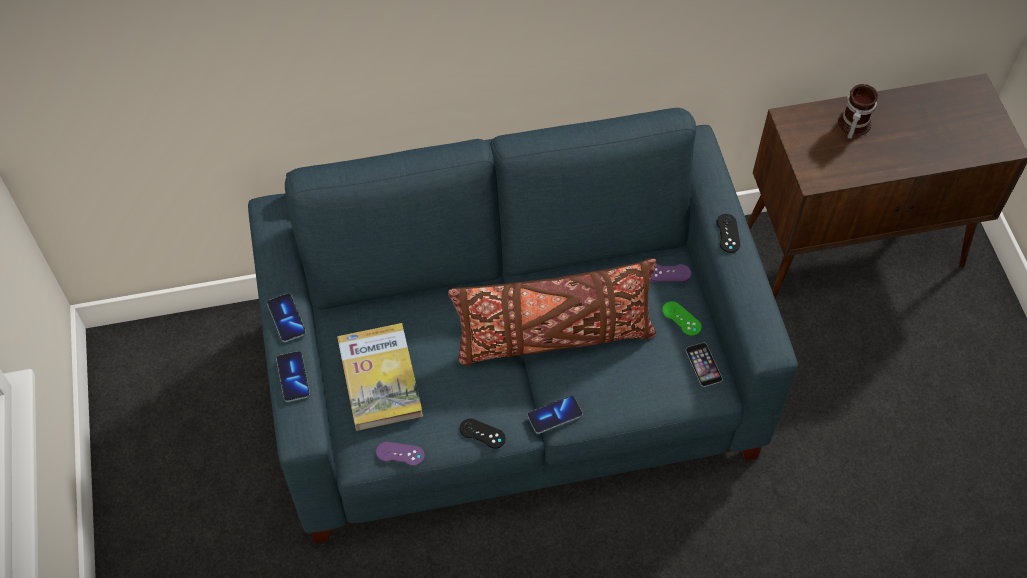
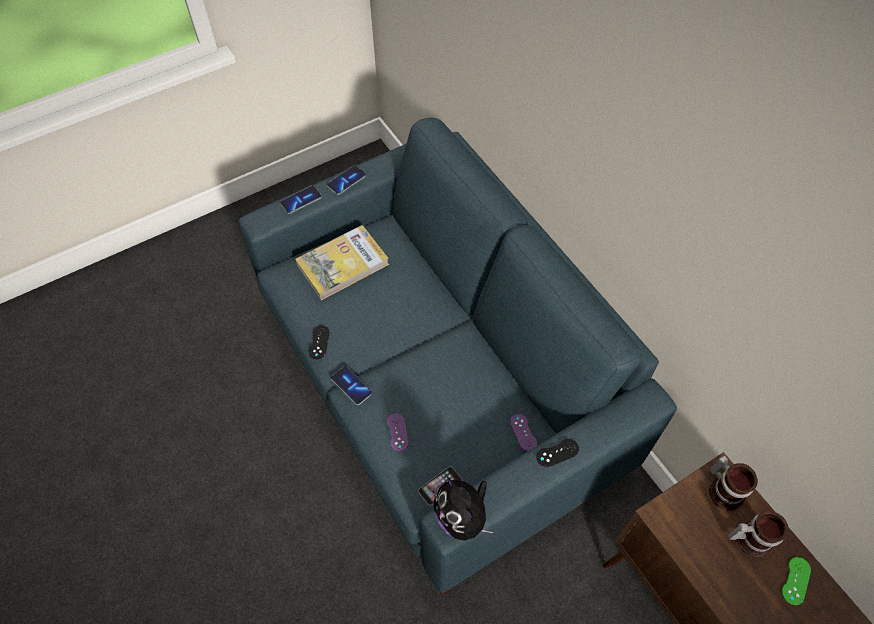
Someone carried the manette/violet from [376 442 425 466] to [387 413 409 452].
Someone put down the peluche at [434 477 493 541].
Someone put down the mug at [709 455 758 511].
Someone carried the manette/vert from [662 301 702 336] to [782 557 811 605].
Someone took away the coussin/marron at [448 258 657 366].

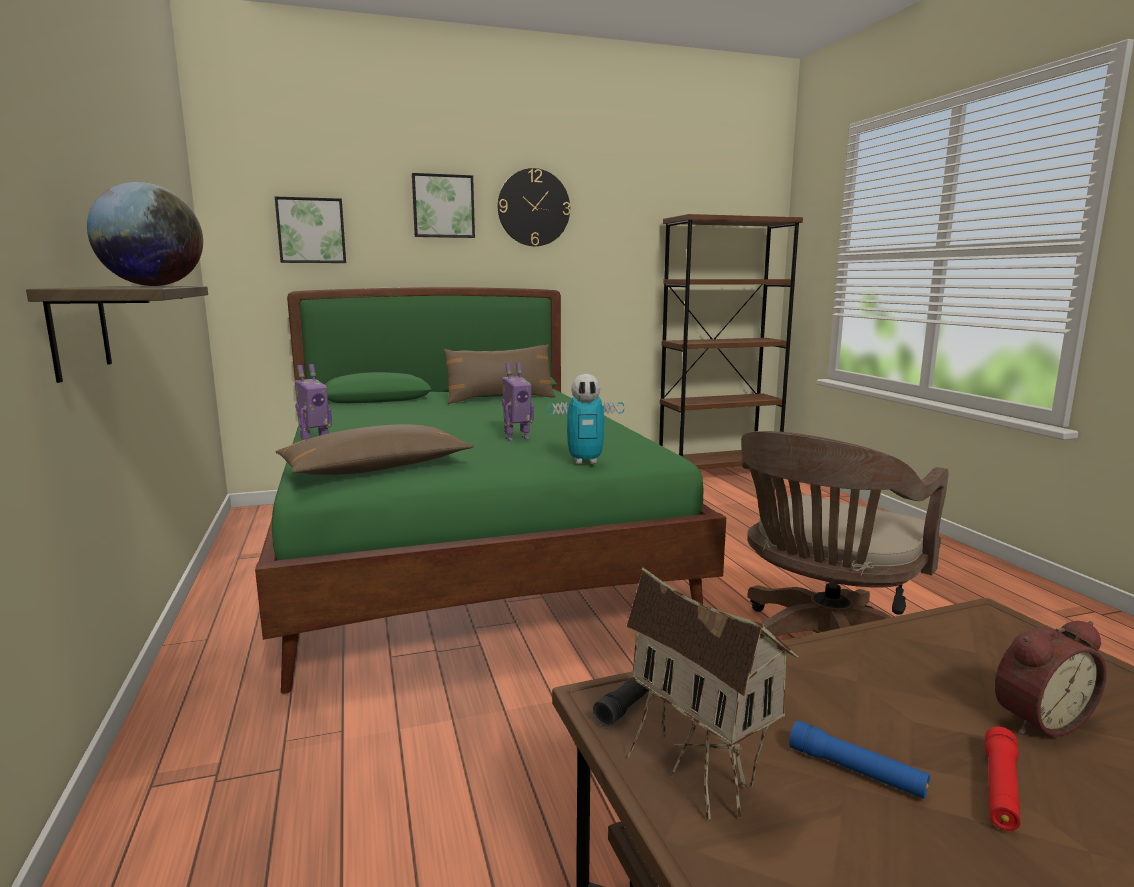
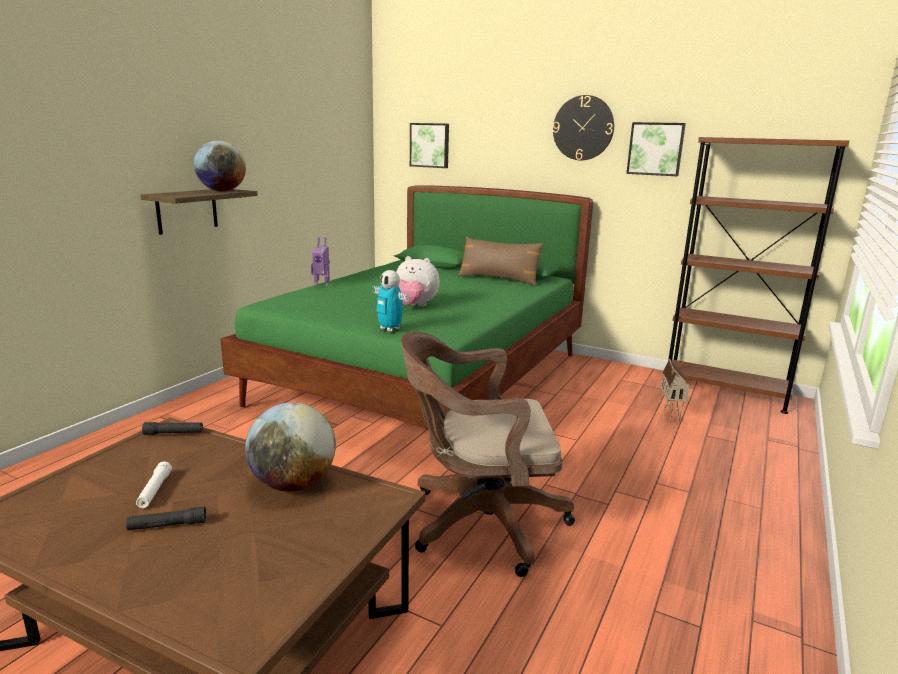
Someone repainted the lampe de poche/rouge at [985 727 1021 831], which became the lampe de poche/noir at [126 506 206 530].
Someone repainted the lampe de poche/bleu at [789 720 930 799], which became the lampe de poche/blanc at [136 461 172 508].
Someone put down the globe at [245 402 336 491].
Someone swapped the robot jouet at [502 362 534 441] for the peluche at [396 256 440 307].
Someone carried the tableau from [412 173 475 238] to [626 122 686 176].
Someone carried the maison miniature from [627 567 799 820] to [657 358 692 423].
Someone took away the coussin/marron at [275 424 474 475].
Someone took away the réveil at [995 621 1107 737].

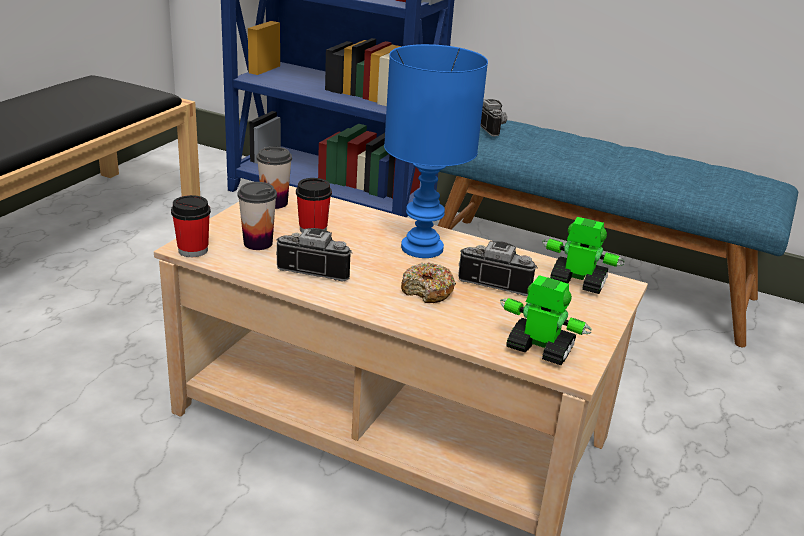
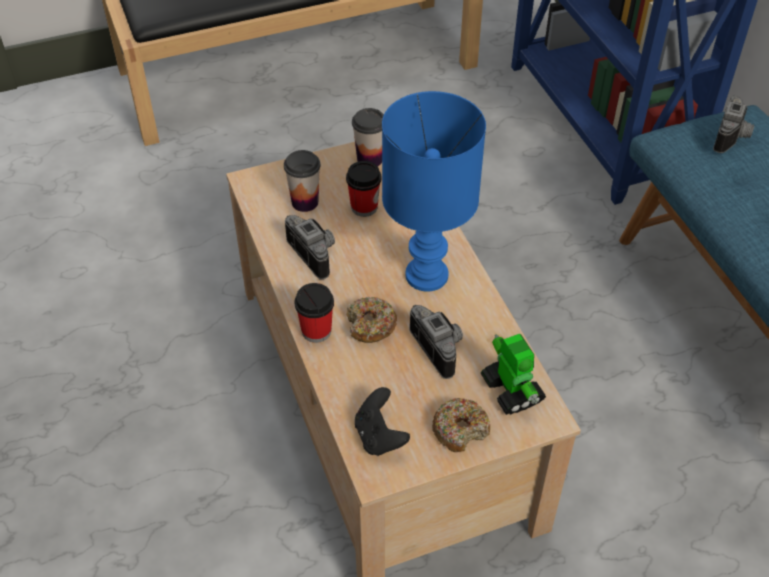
Someone carried the tasse from [171 195 211 257] to [294 283 334 343].
Someone swapped the robot jouet at [500 275 592 365] for the manette/noir at [355 387 410 456].
Someone put down the beignet at [432 398 490 452].

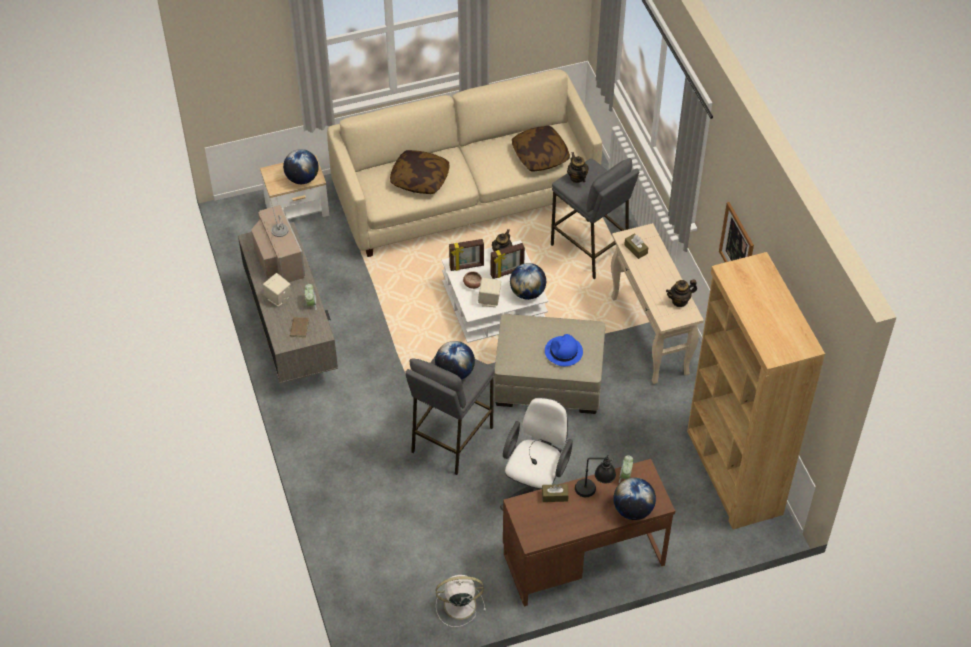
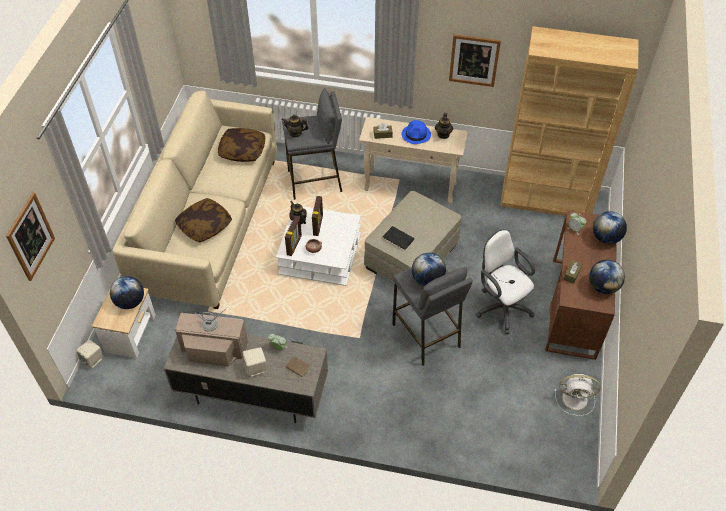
Someone put up the tableau at [6 192 55 281].
Someone carried the enceinte/beige from [478 278 501 307] to [76 340 103 368].
Someone put down the livre/noir at [383 226 414 250].
Someone carried the chapeau/bleu from [545 334 583 366] to [402 120 431 144].
Someone rotated the ventilateur/blanc at [436 575 486 627] by 105 degrees counterclockwise.
Someone carried the globe from [510 263 546 300] to [589 260 625 294].
Someone took away the lampe de table/noir at [575 455 616 497].

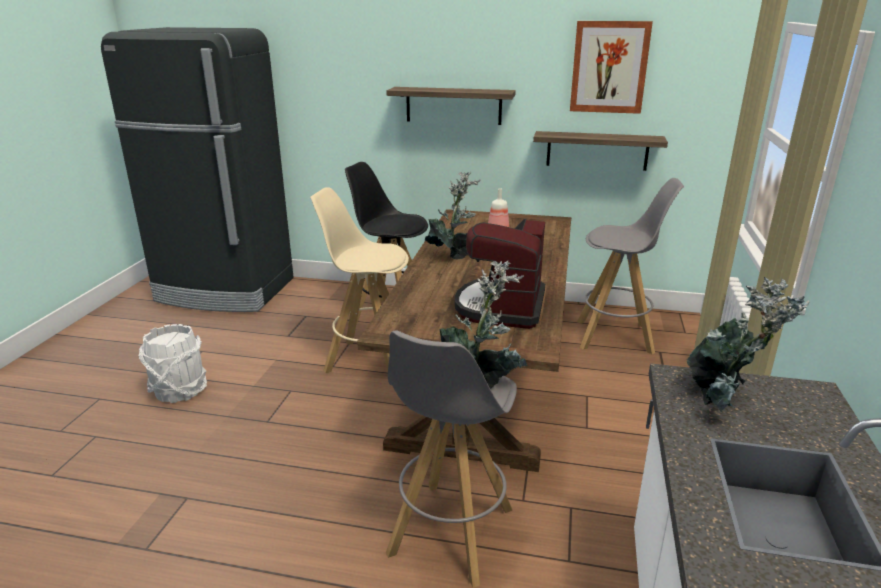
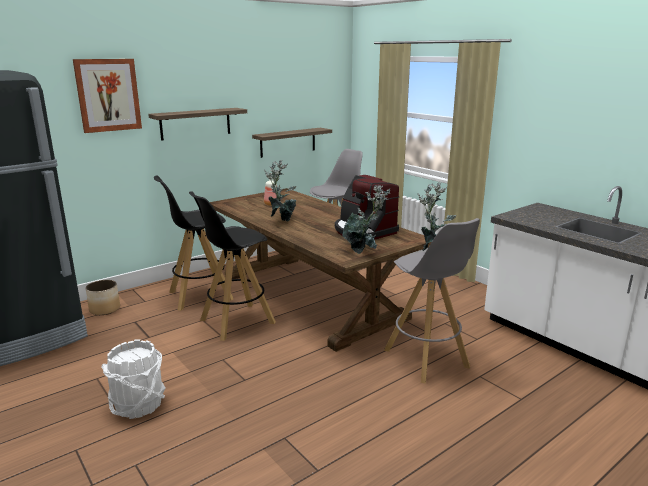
Someone carried the tableau from [570 21 653 114] to [73 59 142 133].
Someone put down the cache-pot at [85 280 120 315].
Someone repainted the tabouret/beige at [310 187 409 373], which became the tabouret/noir at [189 191 276 341].
Someone carried the plante en pot from [687 277 809 412] to [342 185 390 254].

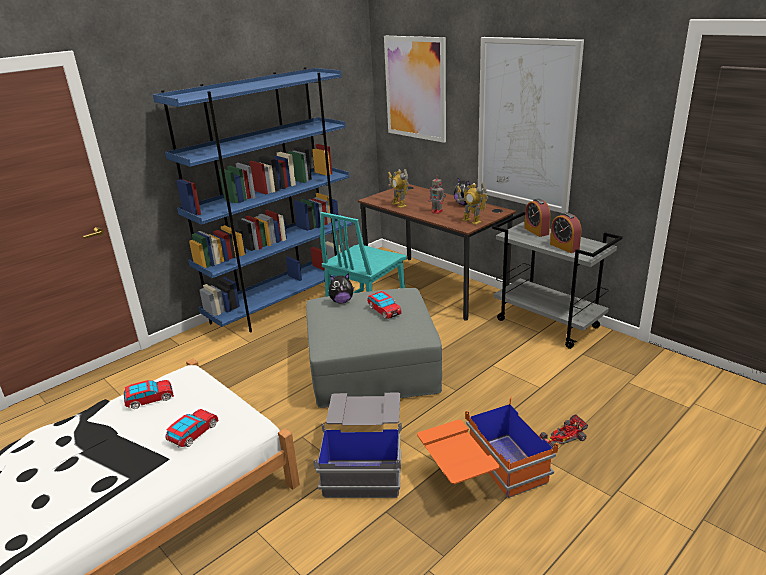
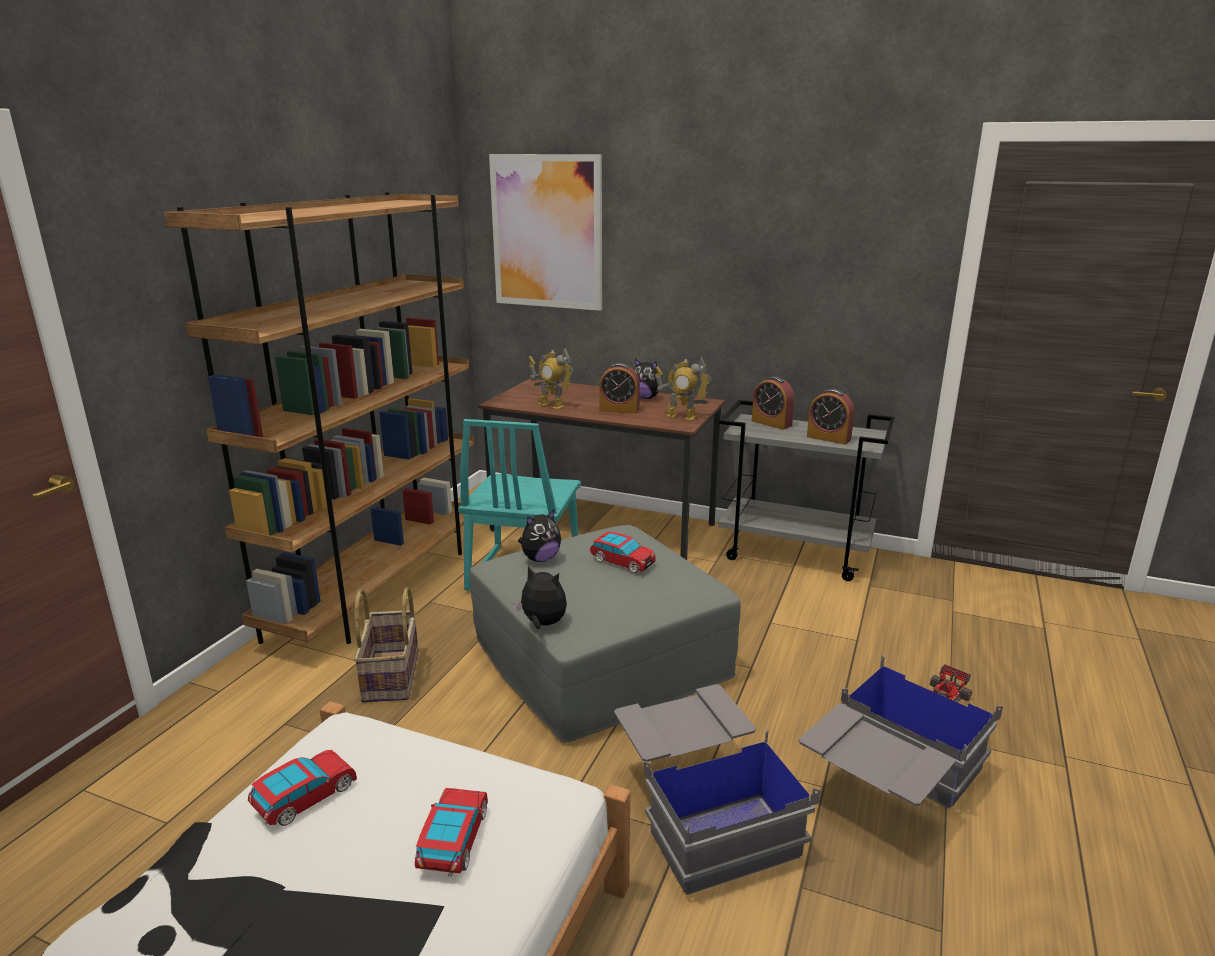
Someone repainted the bibliothèque/bleu at [153 67 353 332], which became the bibliothèque/marron at [164 192 474 644].
Someone put down the panier at [354 587 418 702].
Someone put down the peluche at [513 566 567 629].
Someone swapped the robot jouet at [428 175 446 214] for the réveil at [599 363 640 414].
Someone repainted the boîte de rangement/orange at [417 397 558 498], which became the boîte de rangement/gris at [799 654 1003 809].
Someone took away the tableau at [478 37 584 213].

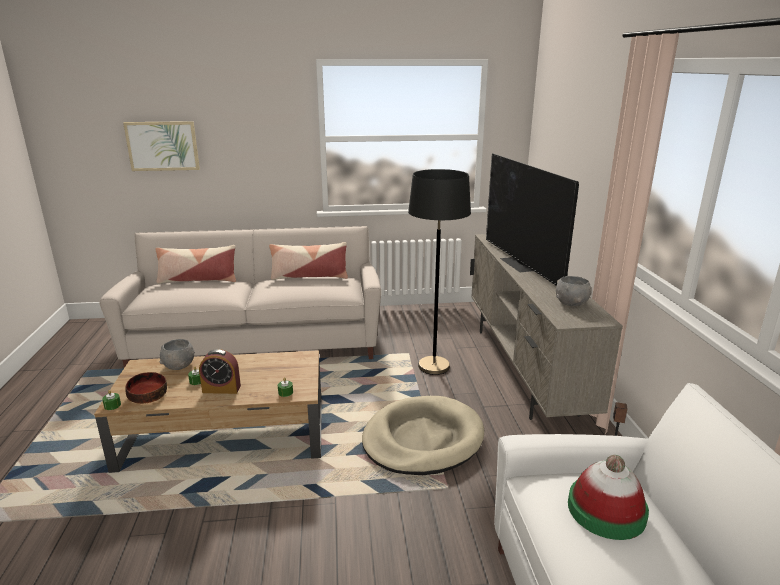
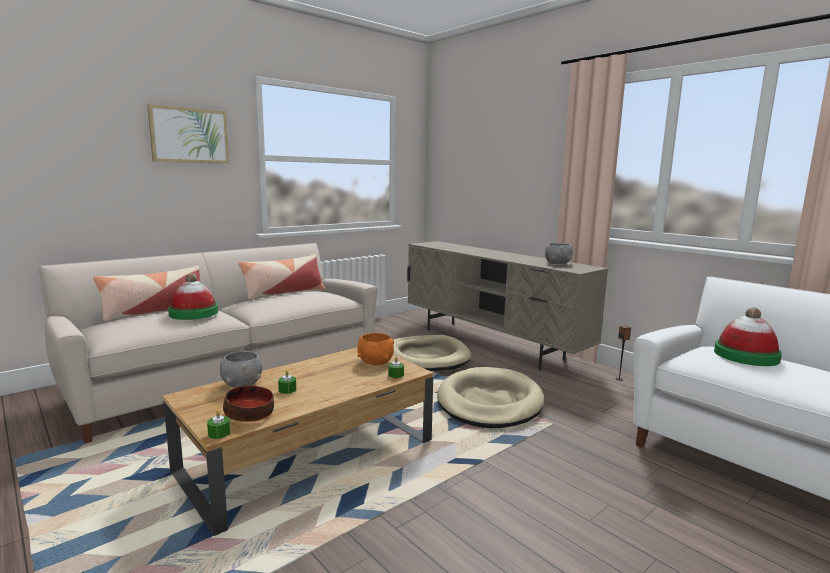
Someone carried the tableau from [123 121 200 171] to [147 104 229 164].
Someone put down the chapeau at [168 274 218 320].
Someone put down the bol/orange at [357 333 394 365].
Someone swapped the lampadaire/noir at [408 169 471 375] for the panier pour chien/beige at [393 335 471 371].
Someone took away the réveil at [199 349 241 394].
Someone took away the téléviseur at [486 153 579 286].

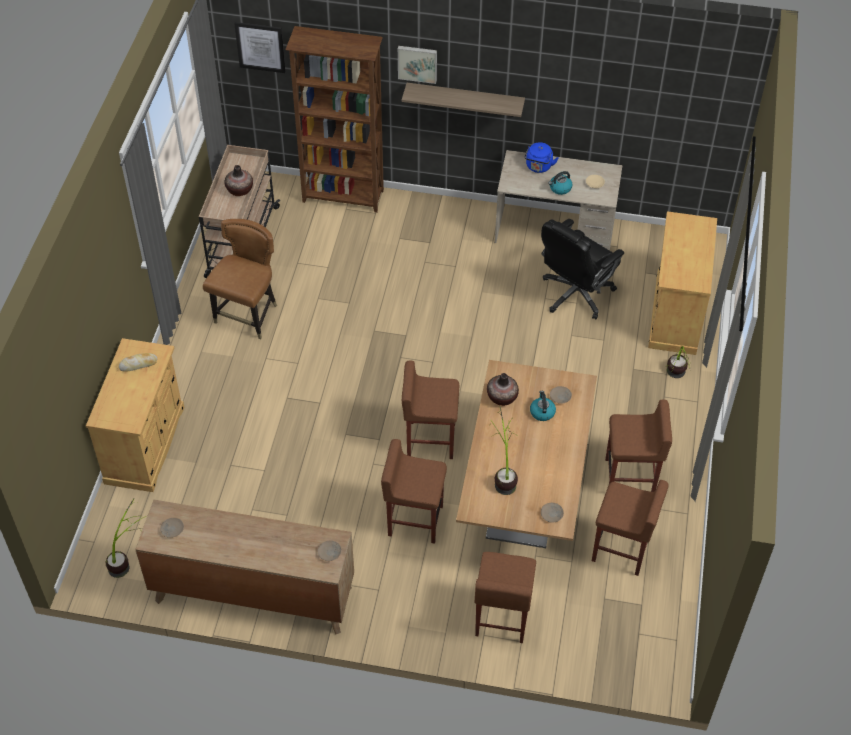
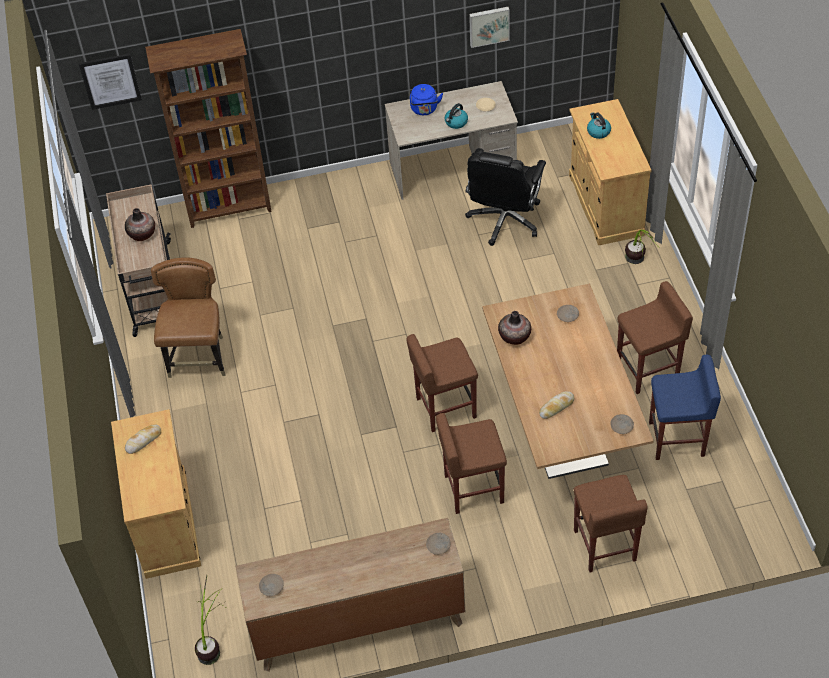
Someone carried the tableau from [398 46 437 84] to [469 7 510 48].
Someone swapped the plante en pot at [491 406 518 495] for the pain at [539 391 574 419].
Someone carried the bouilloire from [530 391 556 421] to [587 112 611 139].
Someone repainted the tabouret/marron at [592 480 669 576], which became the tabouret/bleu at [649 355 721 460].
Someone took away the étagère at [402 83 525 117].

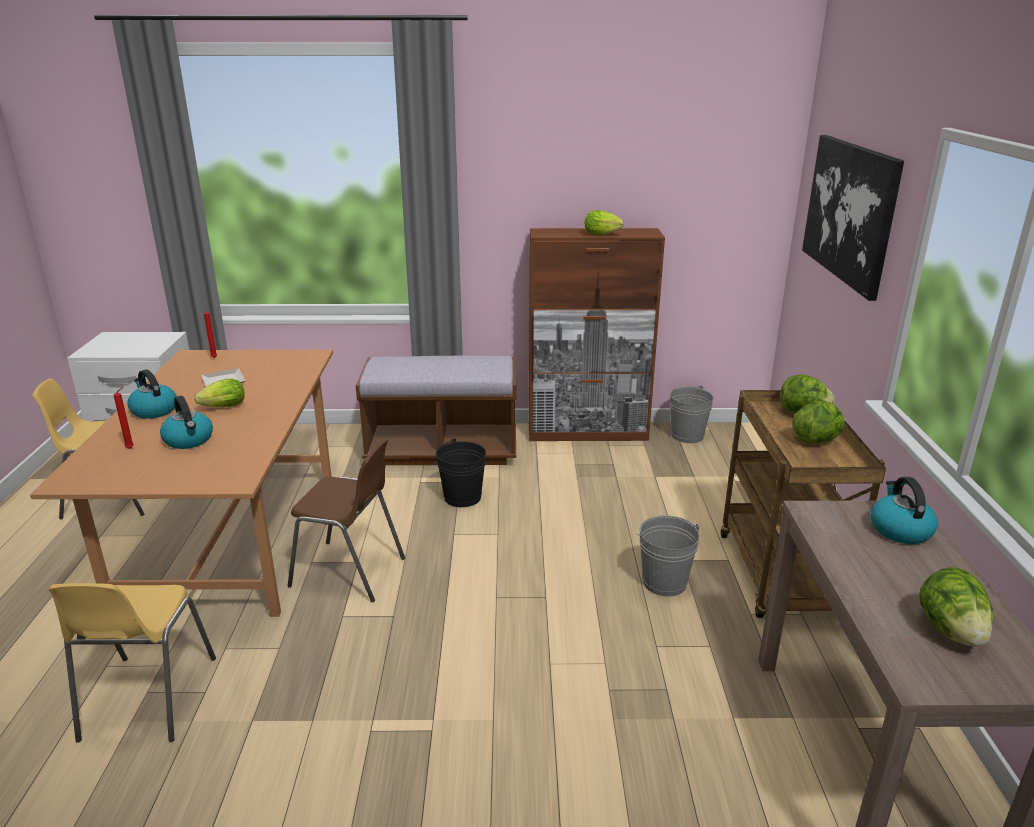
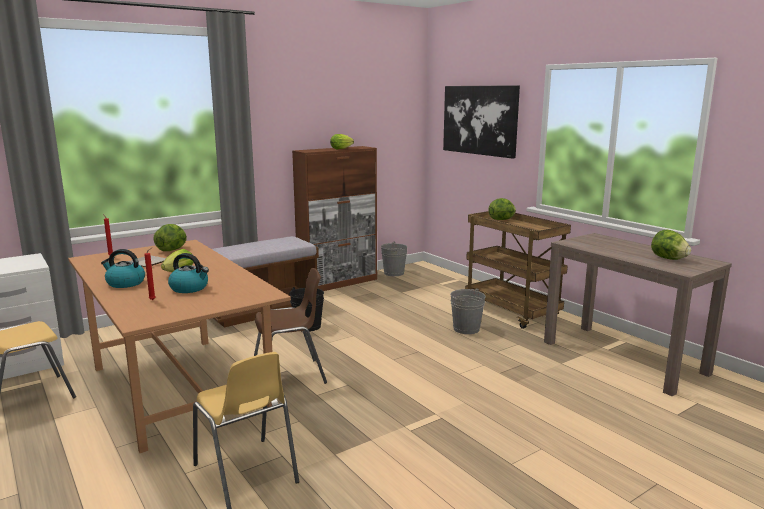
Someone carried the laitue from [792 401 845 444] to [153 224 187 251].
Someone took away the bouilloire at [871 477 938 544].

